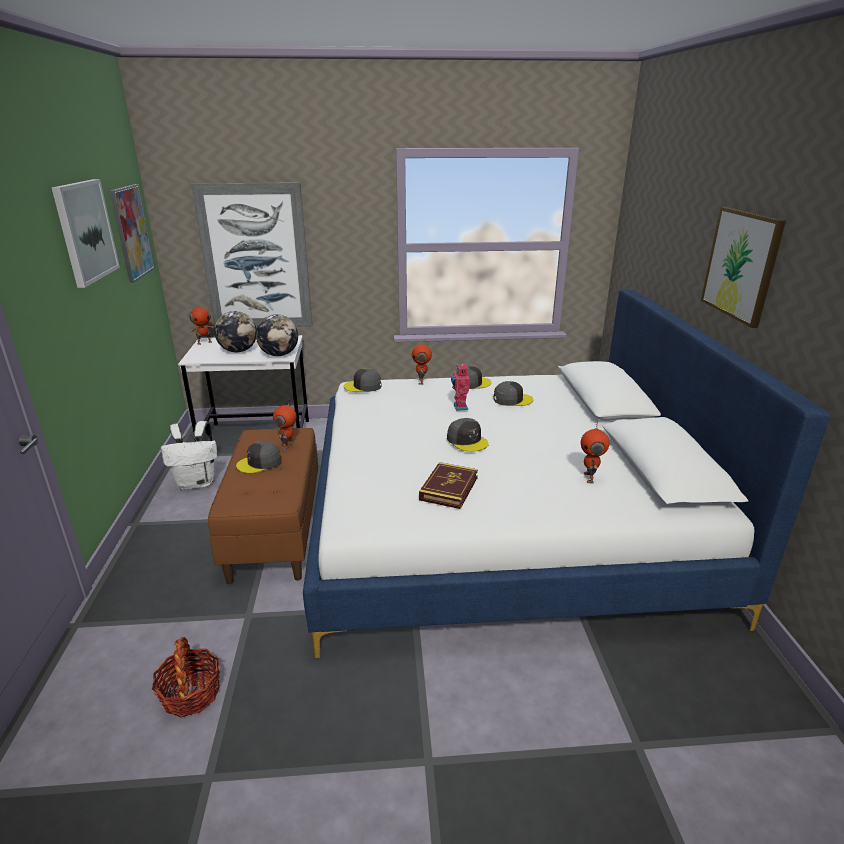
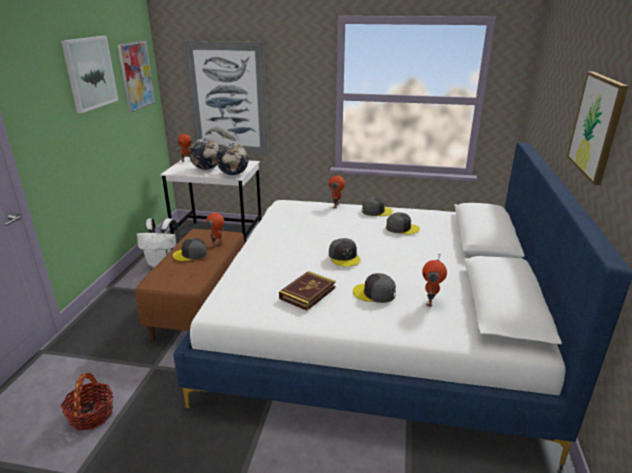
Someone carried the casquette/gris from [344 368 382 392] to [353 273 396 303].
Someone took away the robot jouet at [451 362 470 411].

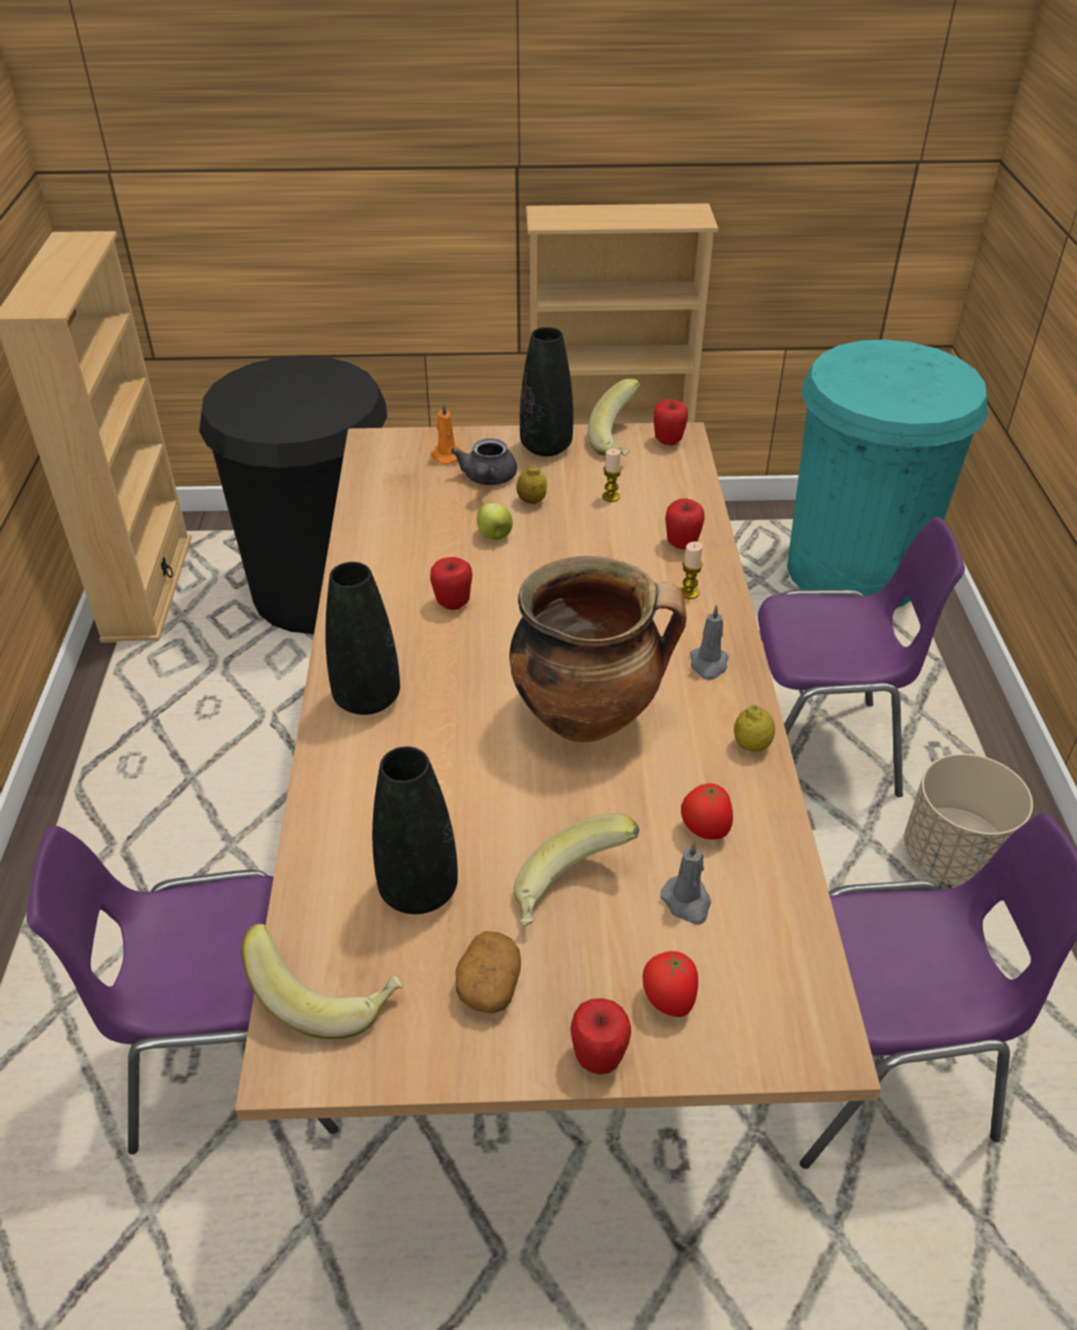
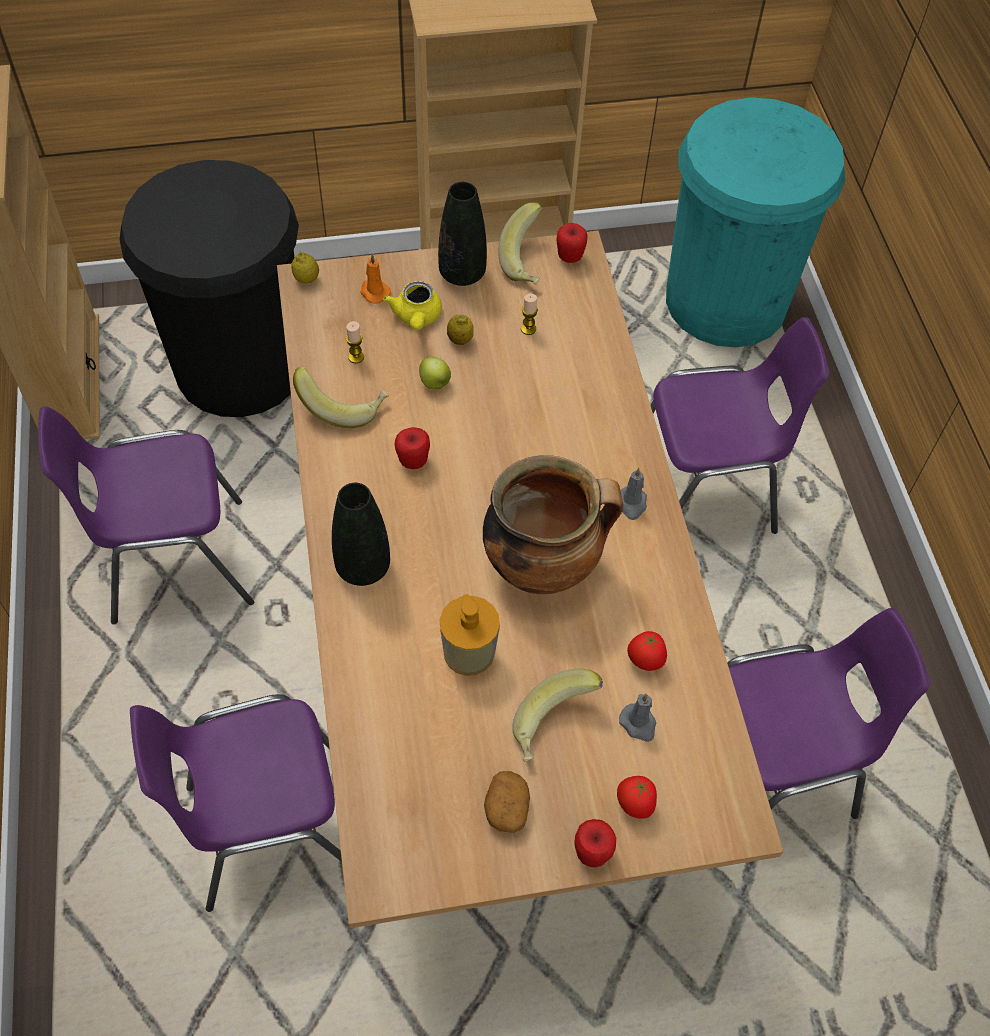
Someone put down the chaise/violet at [38 406 254 624].
Someone carried the citron from [734 704 775 752] to [291 252 319 283].
Someone carried the banane from [241 924 403 1039] to [293 366 389 428].
Someone carried the bougie from [681 542 703 599] to [346 321 364 363].
Someone repainted the théière/gris at [451 438 517 485], which became the théière/jaune at [383 281 442 330].
Someone put down the distributeur de savon at [440 594 500 676].
Someone took away the vase/noir at [372 746 458 914].
Someone took away the pomme at [665 498 705 550].
Someone took away the cache-pot/beige at [904 754 1033 887].

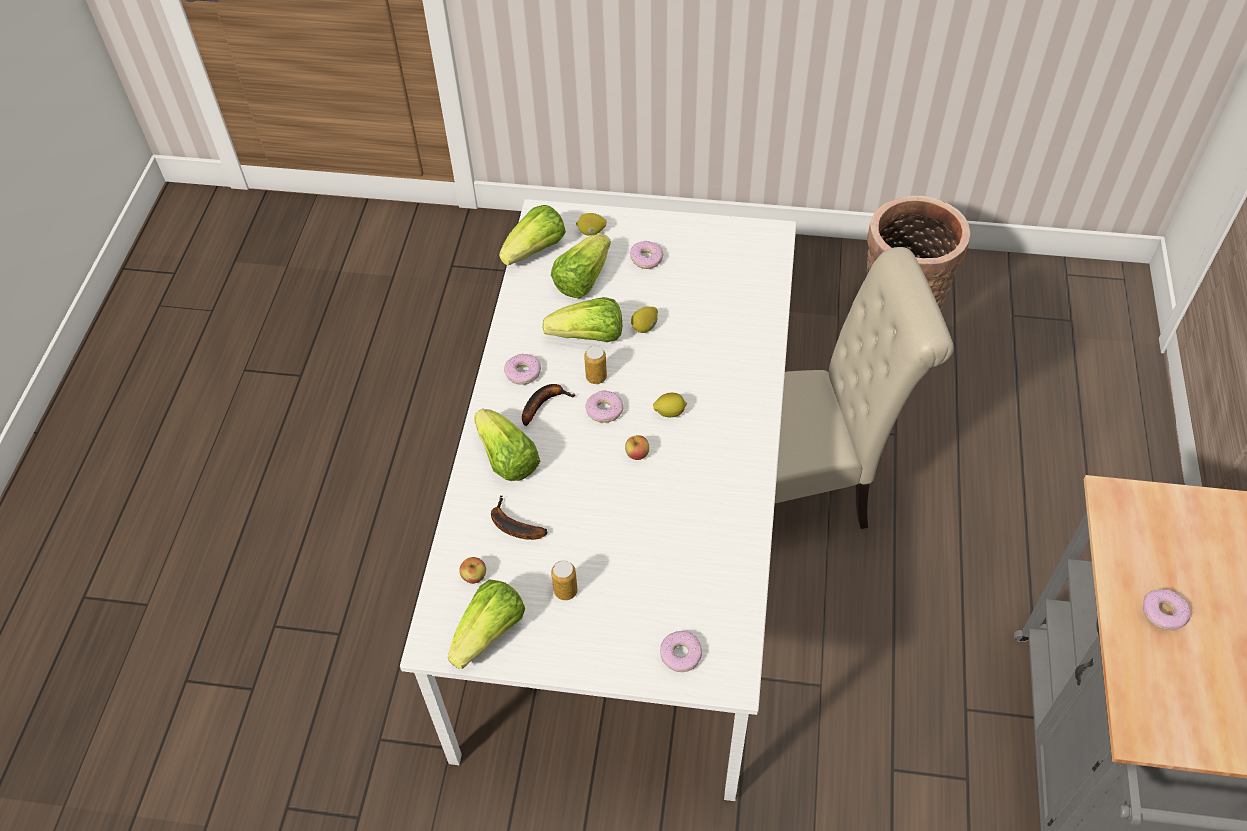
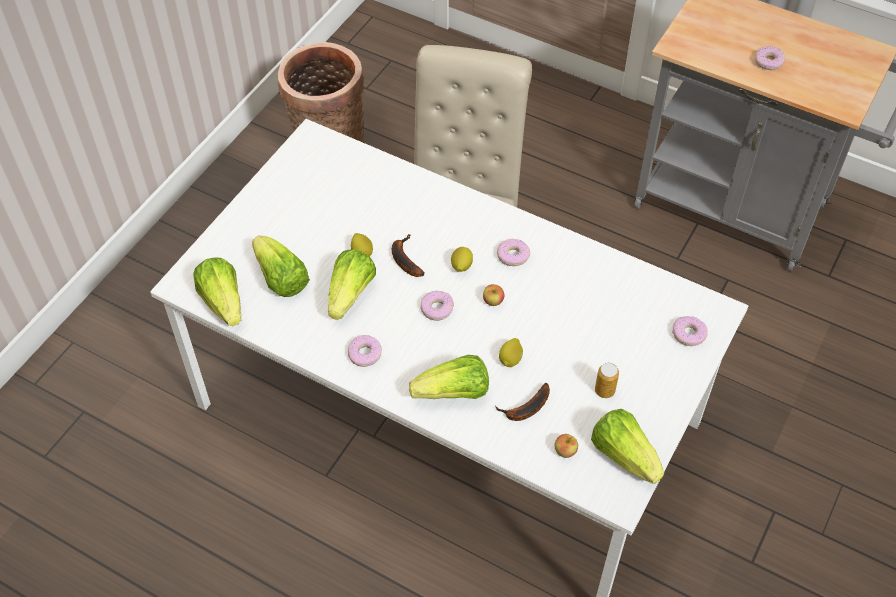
Someone carried the banane from [522 384 575 426] to [392 234 425 277].
Someone carried the beignet from [630 241 663 269] to [497 239 530 266].
Someone carried the citron from [576 213 606 236] to [499 338 523 367].
Someone took away the boîte métallique at [584 346 607 384].

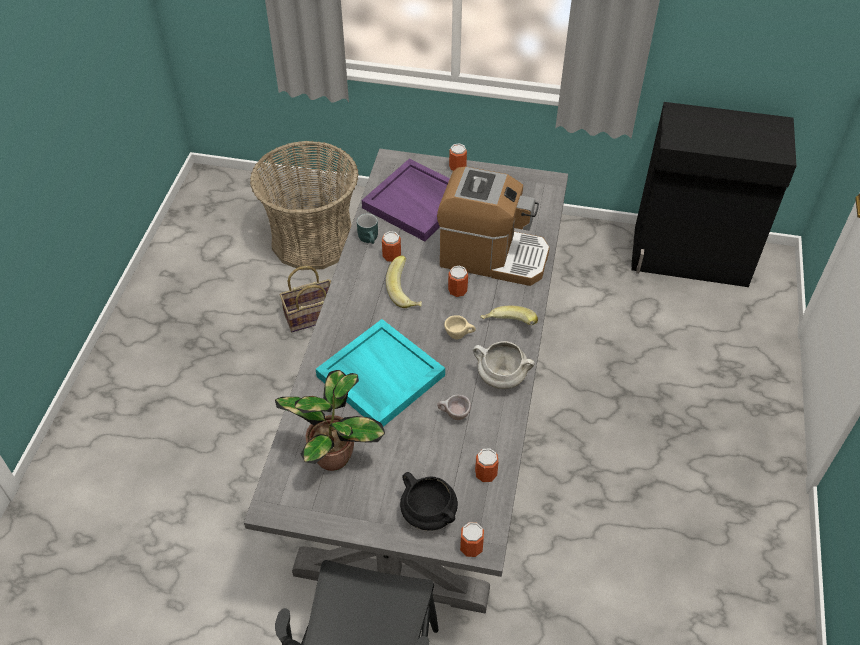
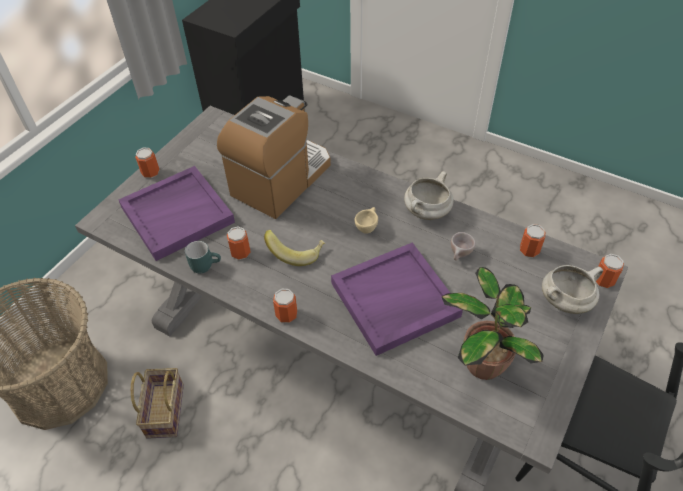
Someone carried the boîte métallique from [448 265 468 297] to [273 289 297 323].
Someone repainted the plateau/turquoise at [316 319 445 427], which became the plateau/violet at [331 242 463 356].
Someone repainted the marmite/noir at [400 472 458 531], which became the marmite/blanc at [542 265 603 314].
Someone took away the banane at [481 306 538 325].

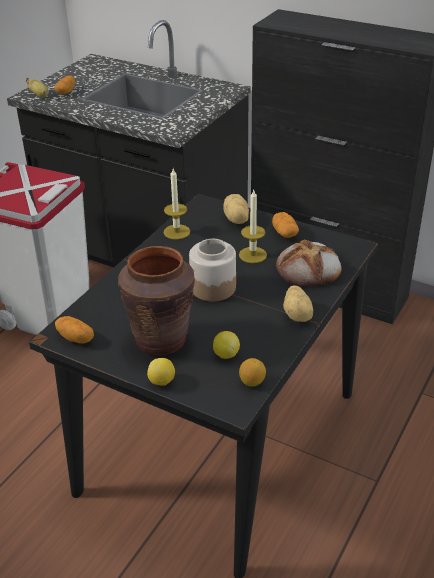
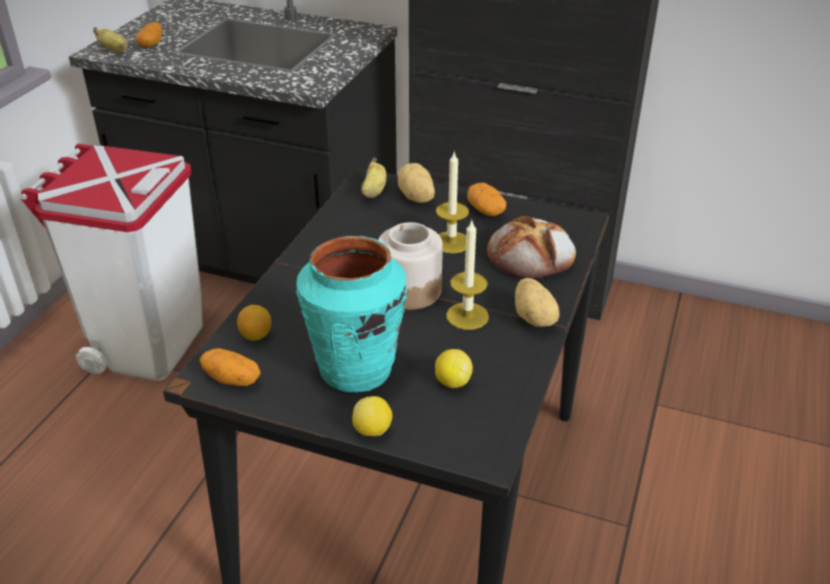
Someone carried the citron from [239 358 266 387] to [237 305 271 341].
Someone repainted the vase/marron at [118 246 195 355], which became the vase/turquoise at [296 236 407 393].
Someone put down the banane at [361 158 387 198].
Someone carried the bougie from [163 169 190 240] to [446 221 489 330].

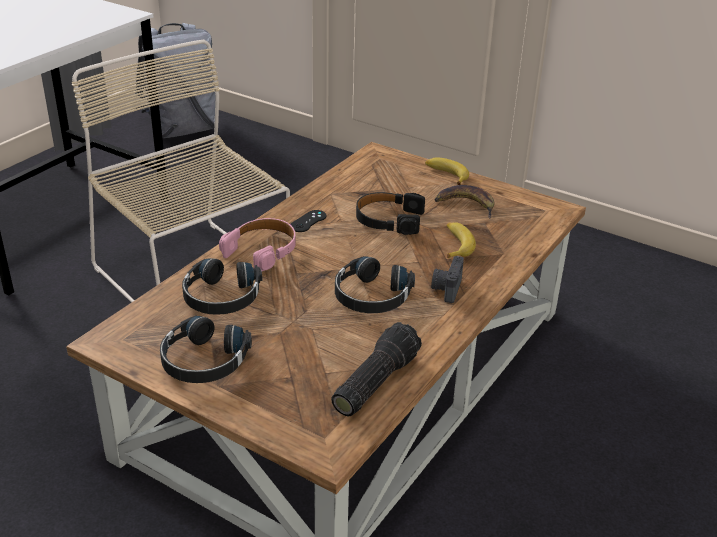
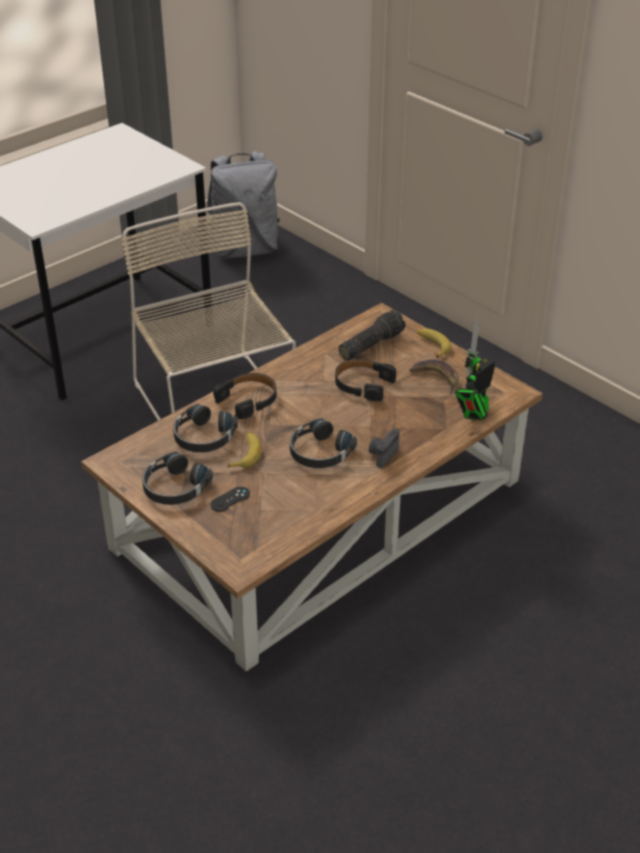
Someone carried the manette/noir from [290 210 326 232] to [211 487 250 512].
Someone repainted the casque audio/rose at [219 218 296 271], which became the casque audio/noir at [213 373 277 419].
Someone carried the banane from [447 222 476 258] to [228 432 261 468].
Someone carried the lampe de poche from [331 322 422 416] to [339 310 406 360].
Someone put down the robot jouet at [455 319 495 421].

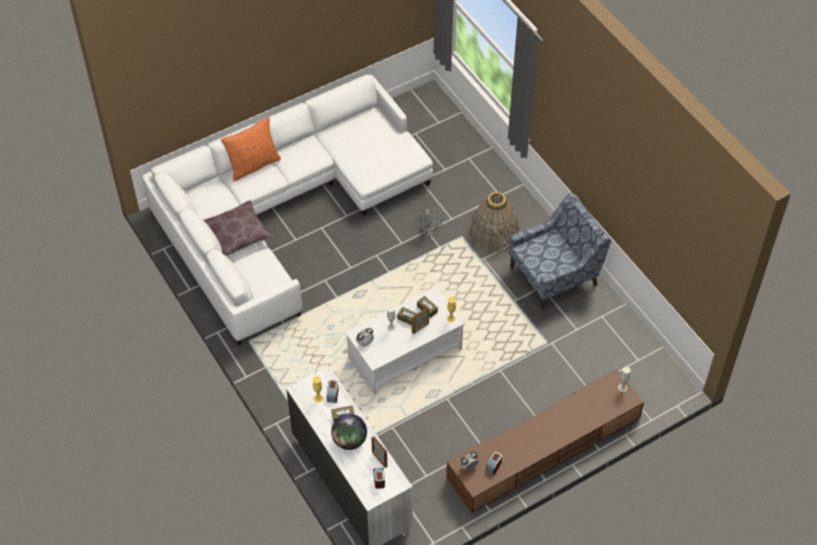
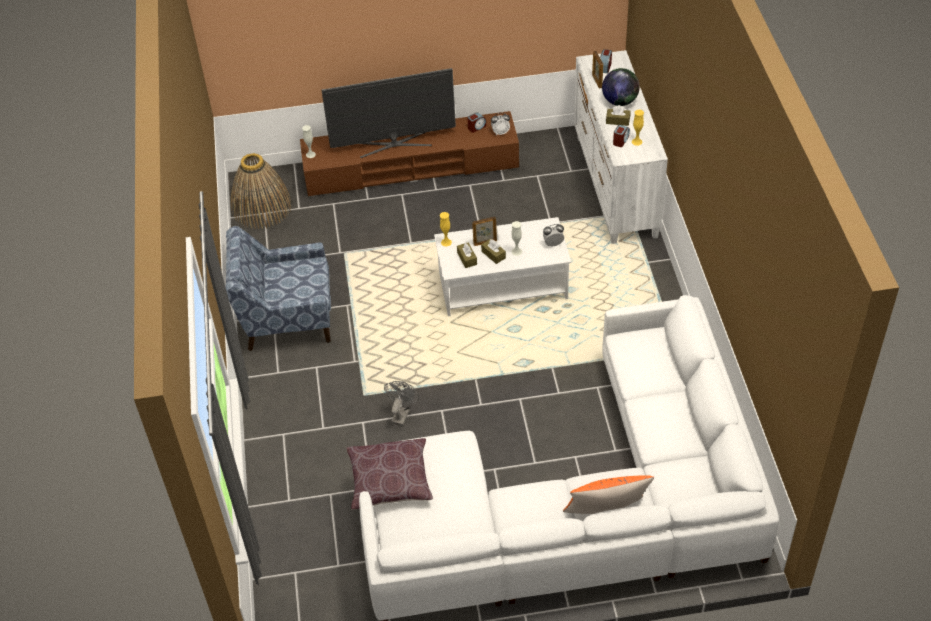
Someone carried the panier from [469 192 520 253] to [231 153 291 229].
Someone put down the téléviseur at [322 68 456 158].
Someone carried the coussin/marron from [204 200 273 256] to [346 438 433 510].

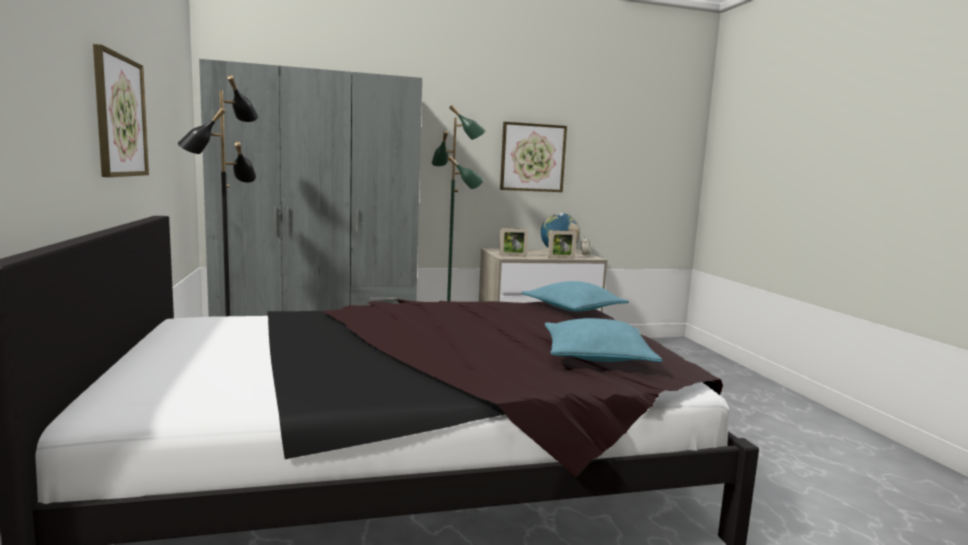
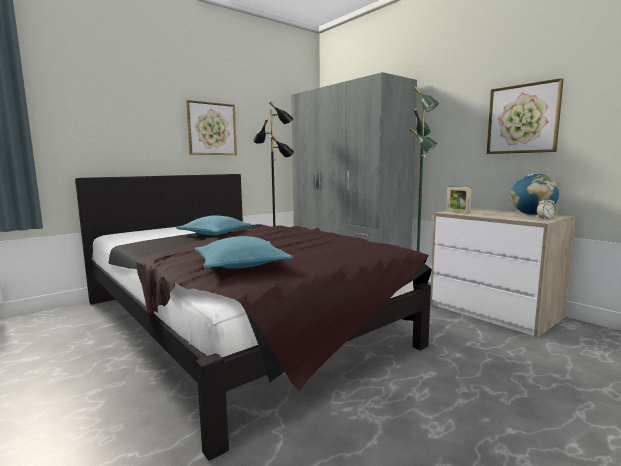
Someone carried the coussin/turquoise from [522 281 629 312] to [176 215 251 235].
Someone took away the cadre photo at [548 230 577 259].

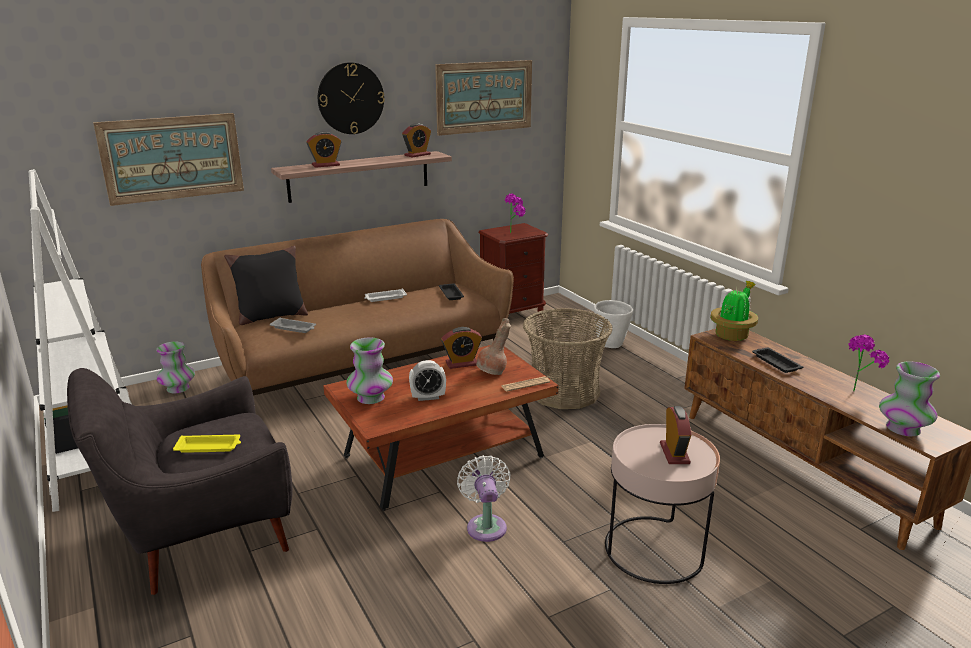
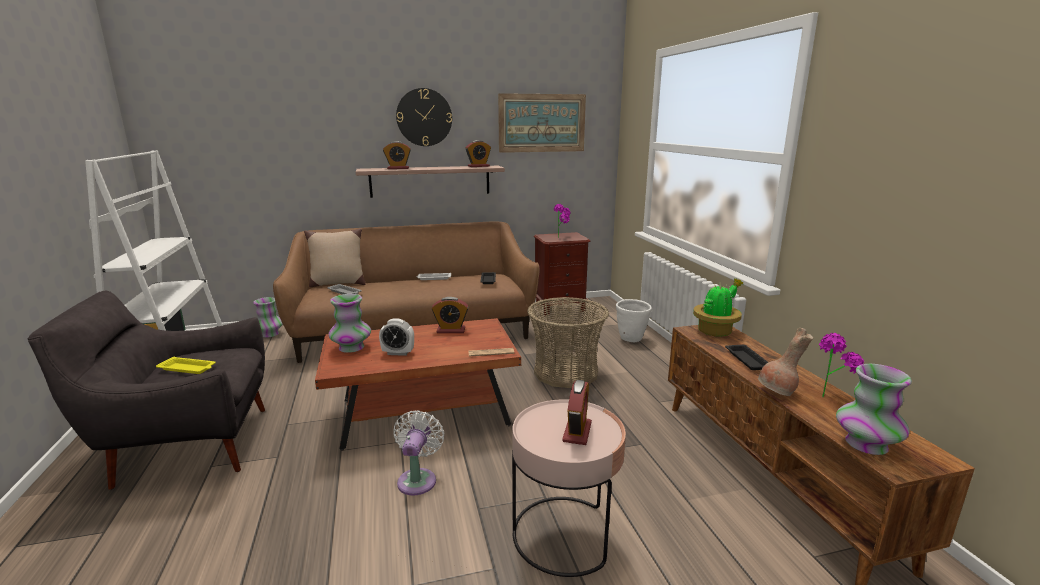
Someone repainted the coussin/noir at [224 246 308 325], which became the coussin/beige at [304 228 366 287].
Someone carried the vase/marron from [476 318 511 375] to [758 328 813 396].
Someone took away the tableau at [93 113 244 206].

